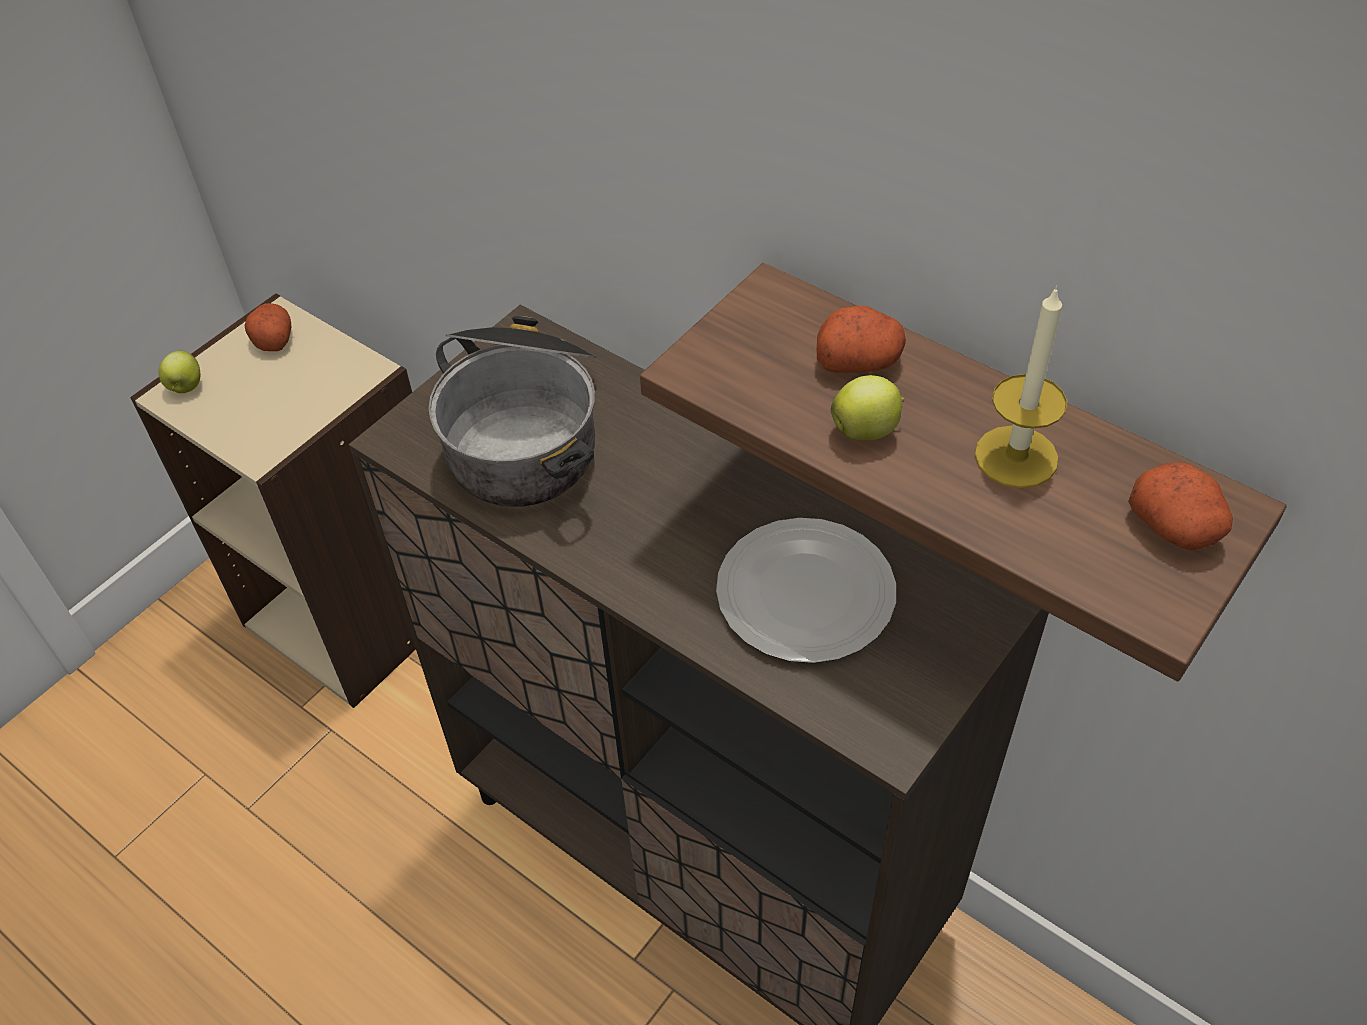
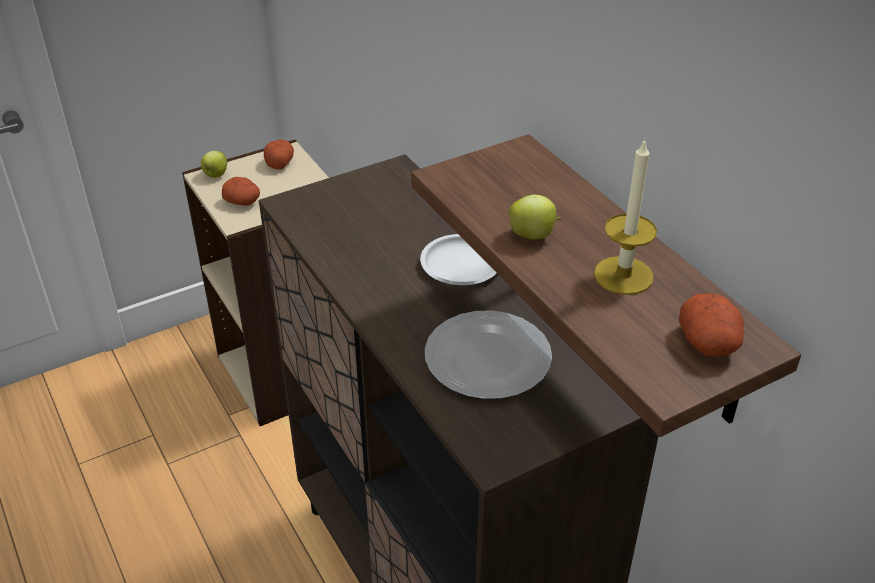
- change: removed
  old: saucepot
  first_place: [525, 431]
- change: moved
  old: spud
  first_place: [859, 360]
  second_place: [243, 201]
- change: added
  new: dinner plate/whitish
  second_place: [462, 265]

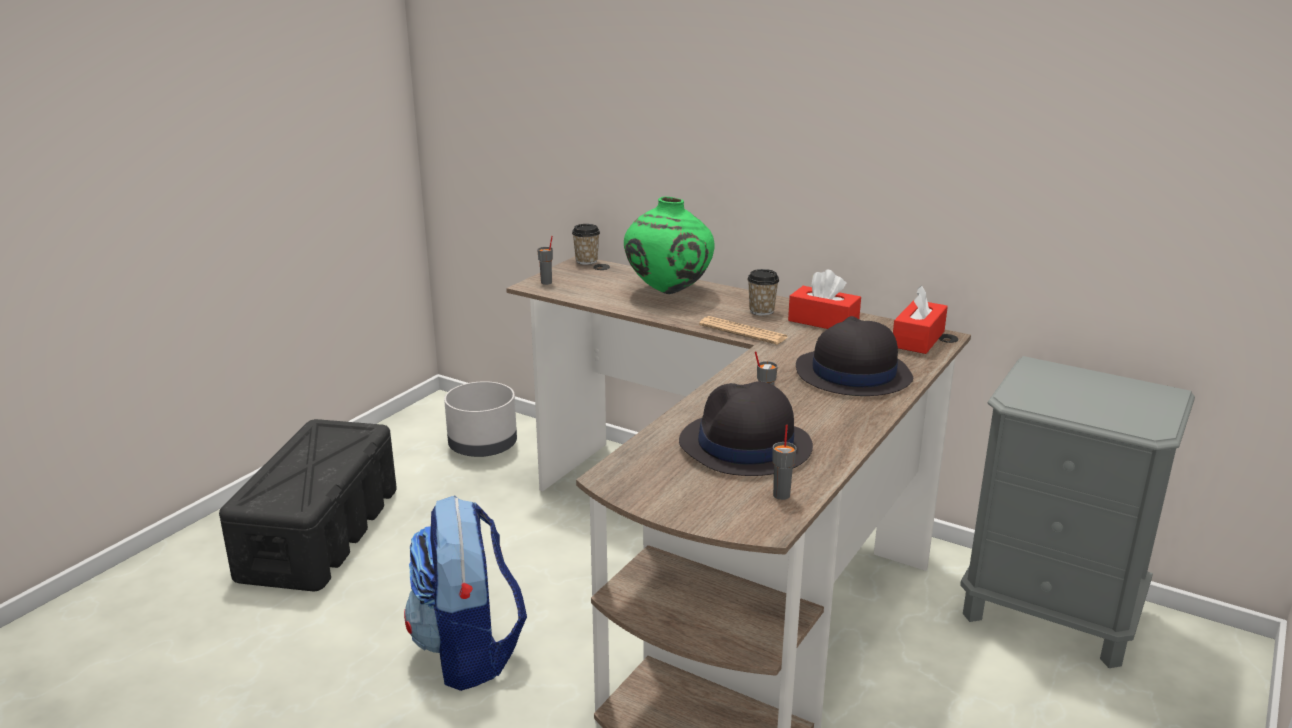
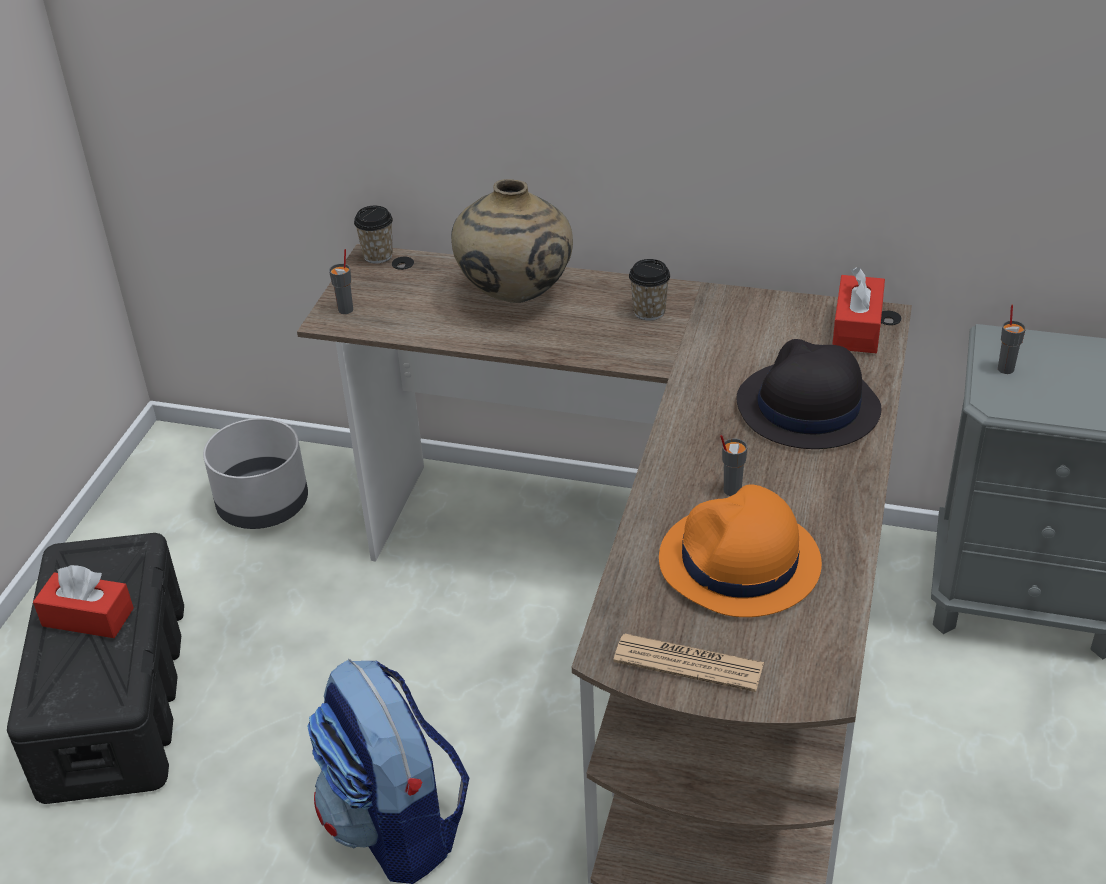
- change: recoloured
  old: decorative vase/green-coloured
  new: decorative vase/beige-coloured
  first_place: [668, 292]
  second_place: [515, 298]
- change: recoloured
  old: hat/black-coloured
  new: hat/orange
  first_place: [744, 446]
  second_place: [739, 563]
- change: moved
  old: newspaper
  first_place: [743, 332]
  second_place: [688, 663]
- change: moved
  old: small cup/gray
  first_place: [782, 495]
  second_place: [1006, 368]
- change: moved
  old: tissue holder/red
  first_place: [823, 321]
  second_place: [88, 617]

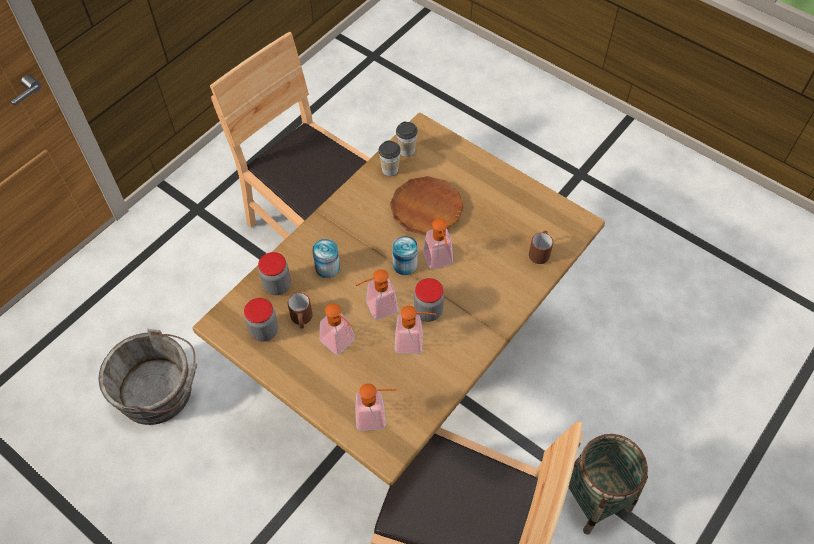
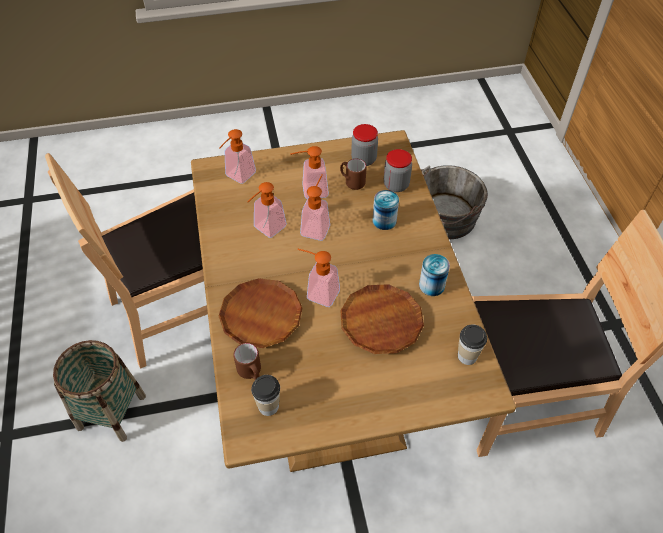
- change: moved
  old: small cup
  first_place: [390, 169]
  second_place: [268, 406]
- change: moved
  old: can
  first_place: [405, 264]
  second_place: [431, 285]
- change: removed
  old: storage jar
  first_place: [428, 311]
- change: added
  new: dinner plate/brownish
  second_place: [261, 316]

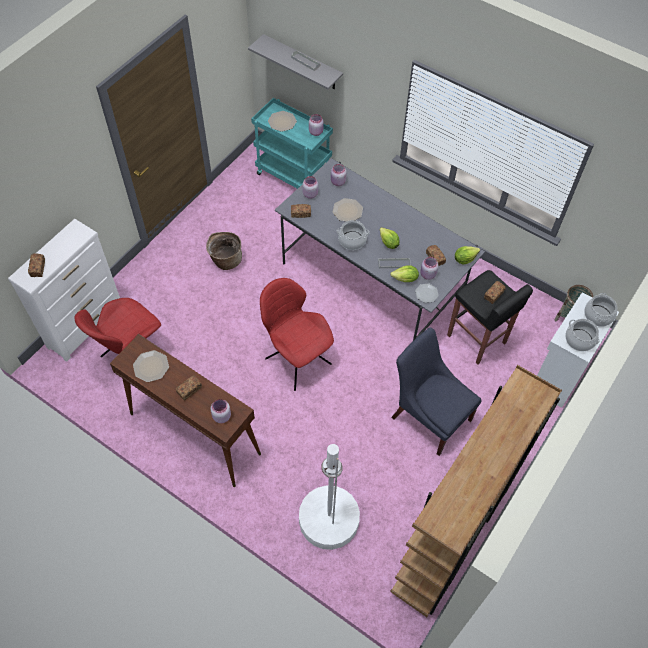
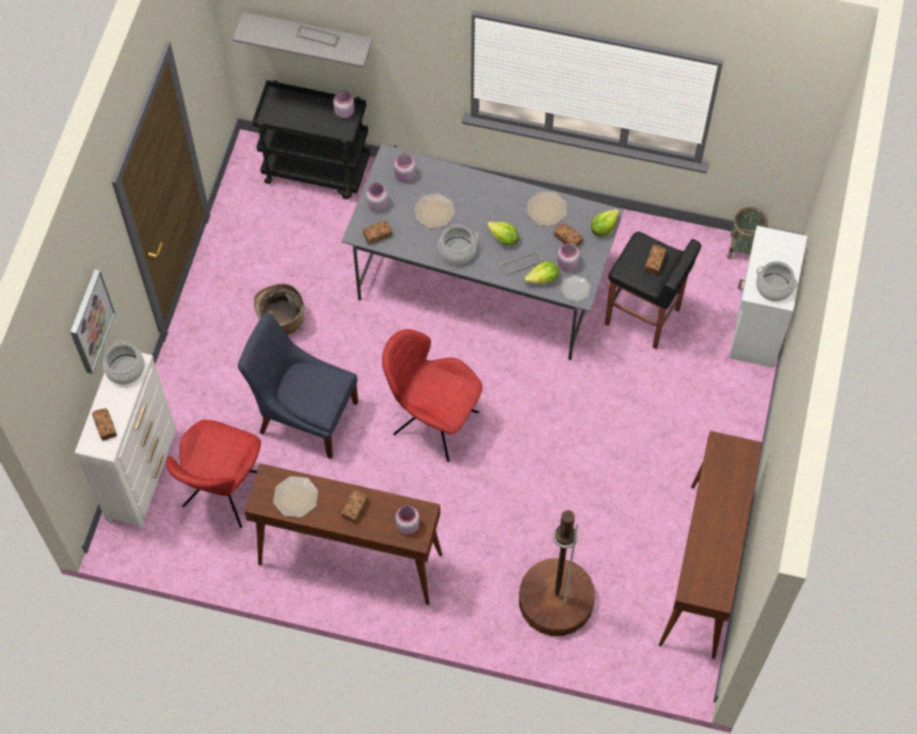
- change: recoloured
  old: cart/turquoise
  new: cart/black-coloured
  first_place: [294, 176]
  second_place: [317, 170]
- change: moved
  old: dinner plate
  first_place: [282, 121]
  second_place: [546, 209]
- change: recoloured
  old: standing lamp/whitish
  new: standing lamp/brownish
  first_place: [328, 519]
  second_place: [555, 600]
- change: replaced
  old: bookshelf/brownish
  new: hall table/brownish
  first_place: [450, 539]
  second_place: [702, 571]
- change: moved
  old: chair/blue-coloured
  first_place: [429, 415]
  second_place: [305, 414]
- change: moved
  old: saucepot
  first_place: [598, 315]
  second_place: [125, 369]
- change: added
  new: wall art
  second_place: [90, 321]

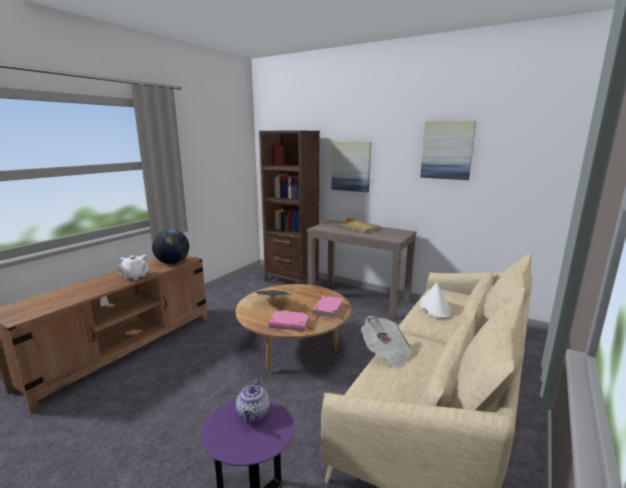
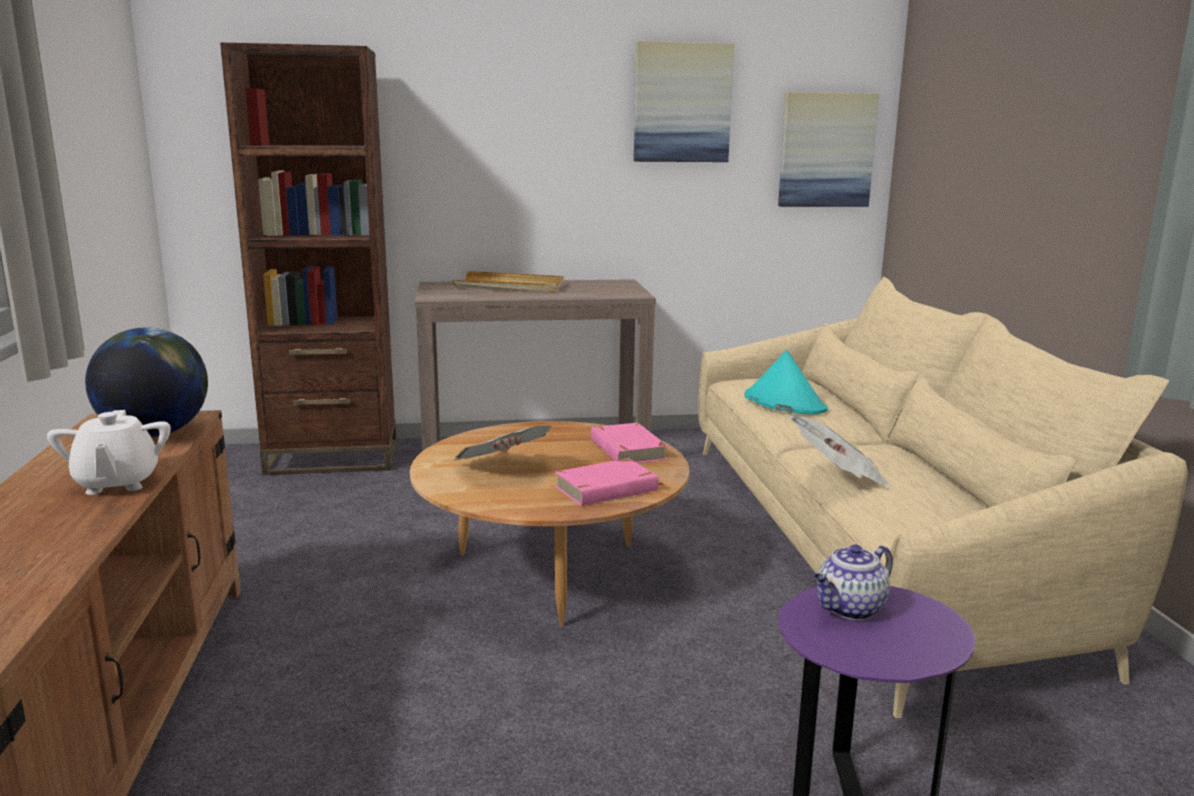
- change: turned
  old: teapot
  first_place: [253, 415]
  second_place: [850, 609]
  degrees: 90
- change: moved
  old: wall art
  first_place: [351, 166]
  second_place: [826, 150]
- change: recoloured
  old: hat/whitish
  new: hat/turquoise
  first_place: [434, 307]
  second_place: [784, 403]

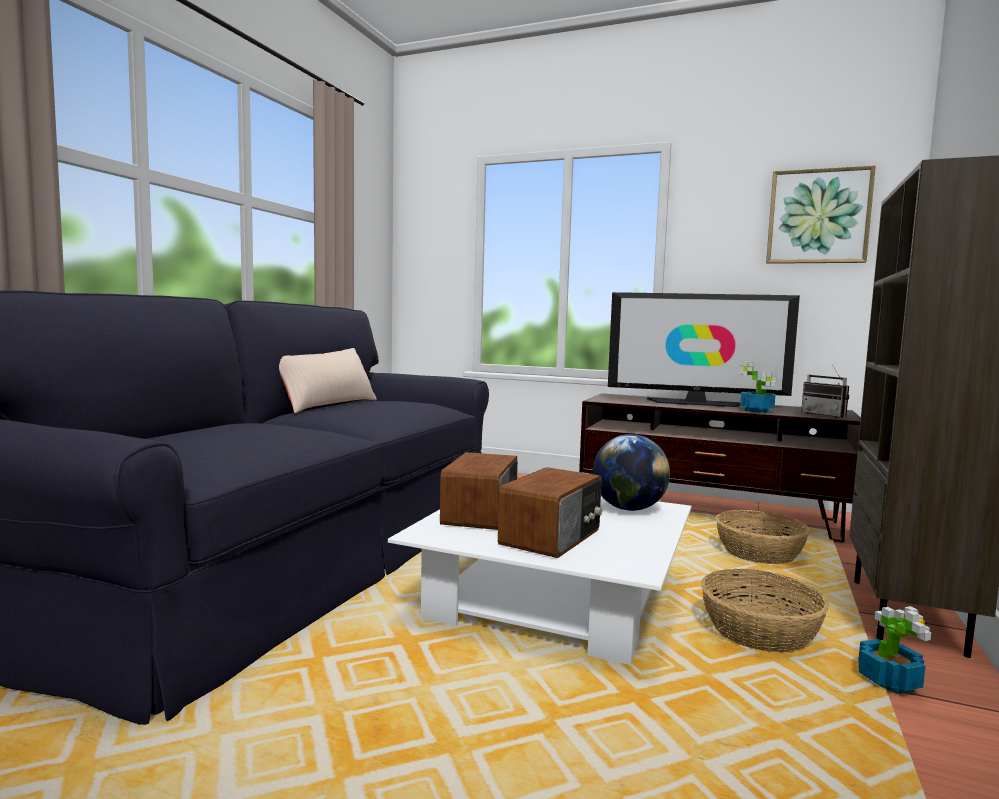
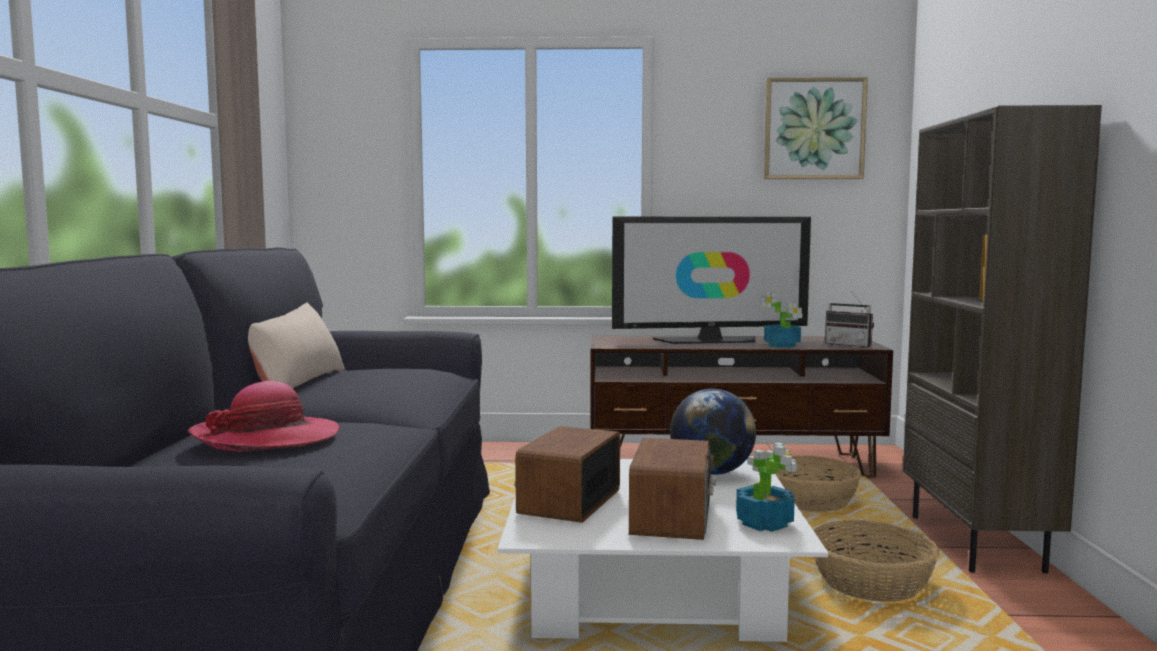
- change: turned
  old: radio
  first_place: [482, 514]
  second_place: [568, 501]
  degrees: -150
- change: moved
  old: plant in a pot
  first_place: [888, 681]
  second_place: [764, 523]
- change: added
  new: hat
  second_place: [266, 438]

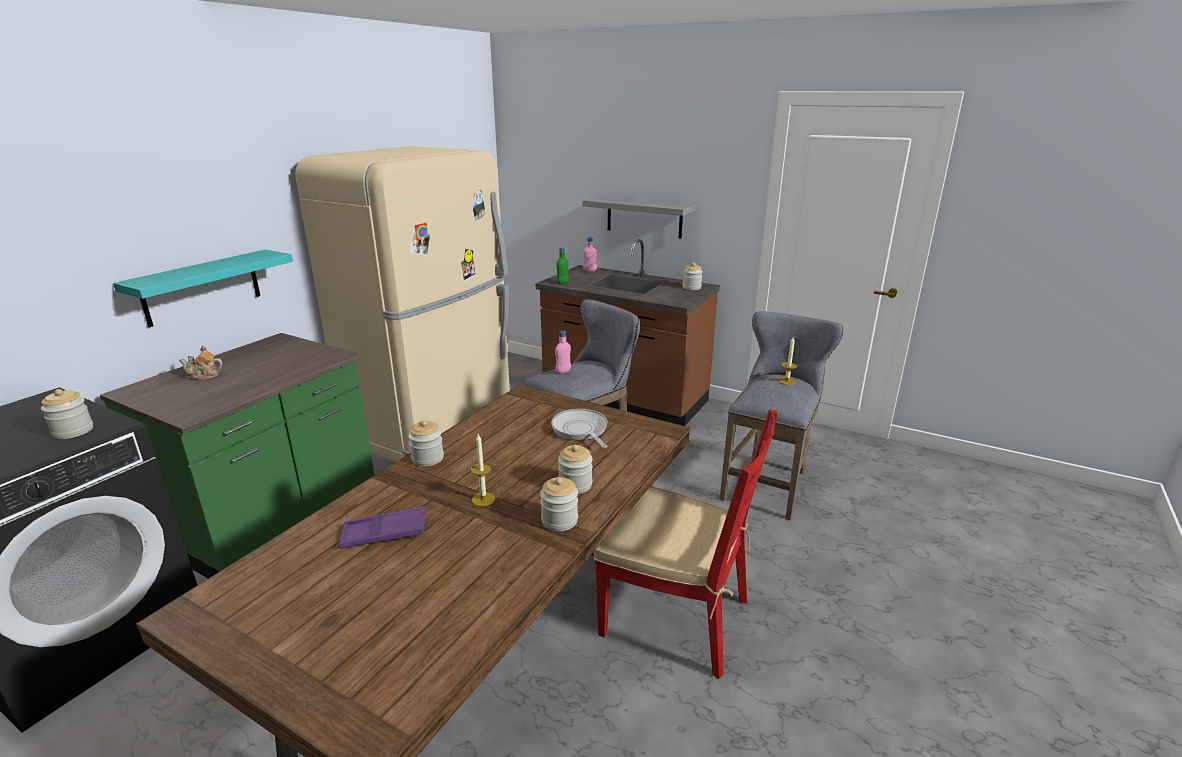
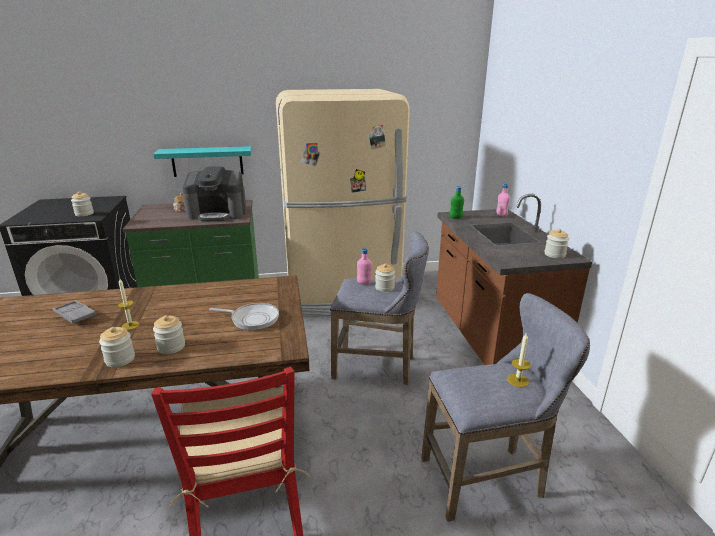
- change: recoloured
  old: tray/purple
  new: tray/gray
  first_place: [384, 533]
  second_place: [75, 315]
- change: moved
  old: storage jar
  first_place: [428, 458]
  second_place: [384, 287]
- change: turned
  old: frying pan
  first_place: [580, 430]
  second_place: [252, 319]
  degrees: 75
- change: removed
  old: wall shelf/gray
  first_place: [644, 217]
- change: added
  new: coffee maker
  second_place: [218, 214]

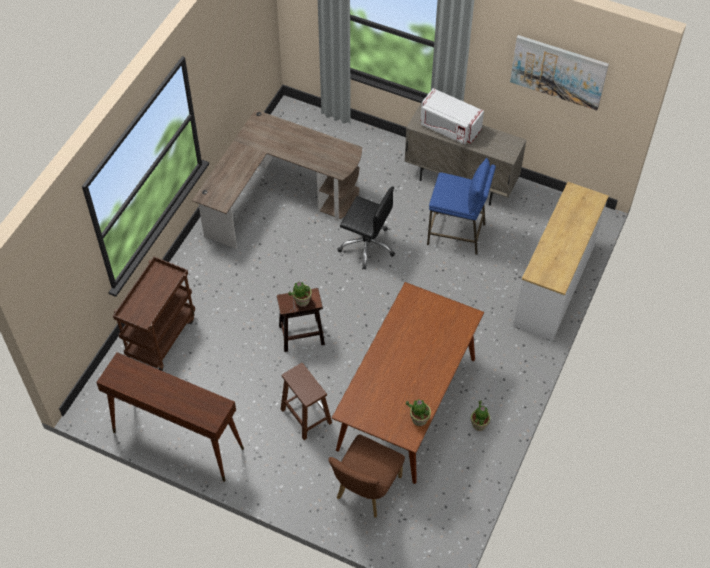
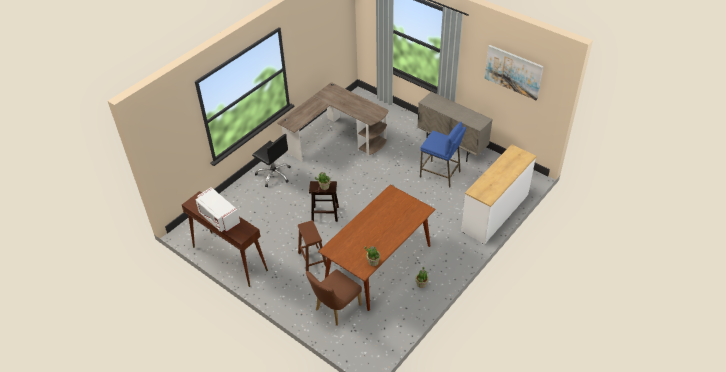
- change: removed
  old: cart/brownish
  first_place: [161, 336]
- change: moved
  old: desk chair/black-coloured
  first_place: [367, 246]
  second_place: [274, 174]
- change: moved
  old: microwave oven/whitish
  first_place: [449, 127]
  second_place: [219, 218]

